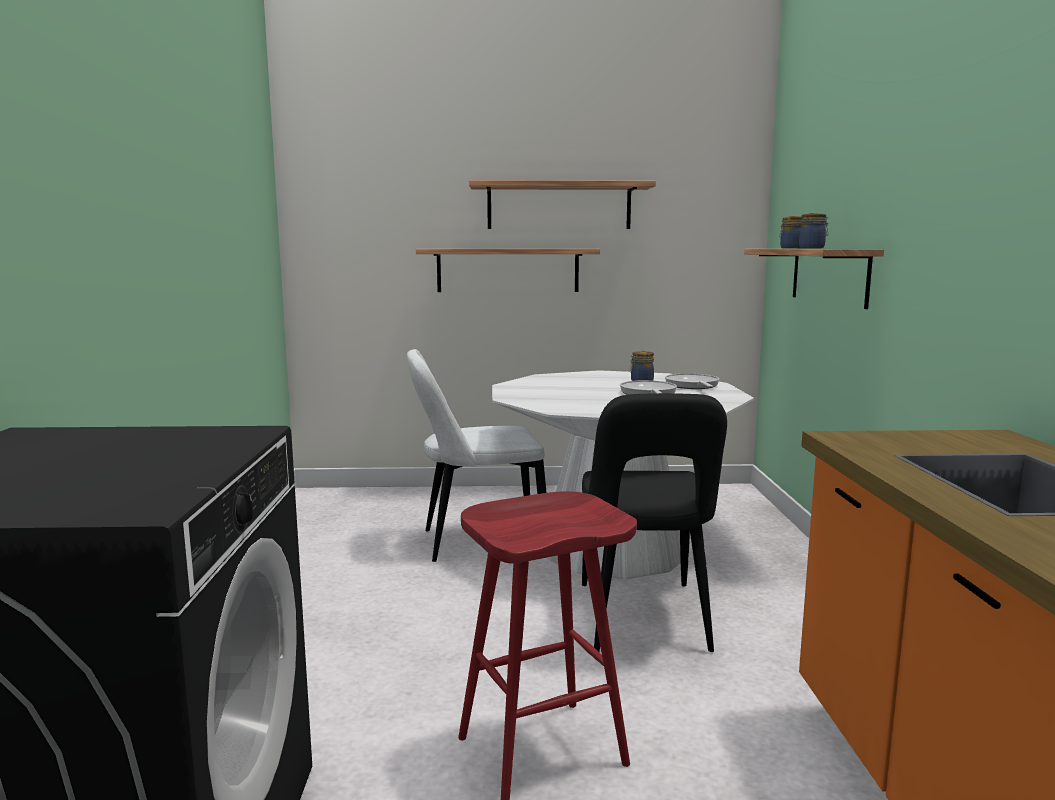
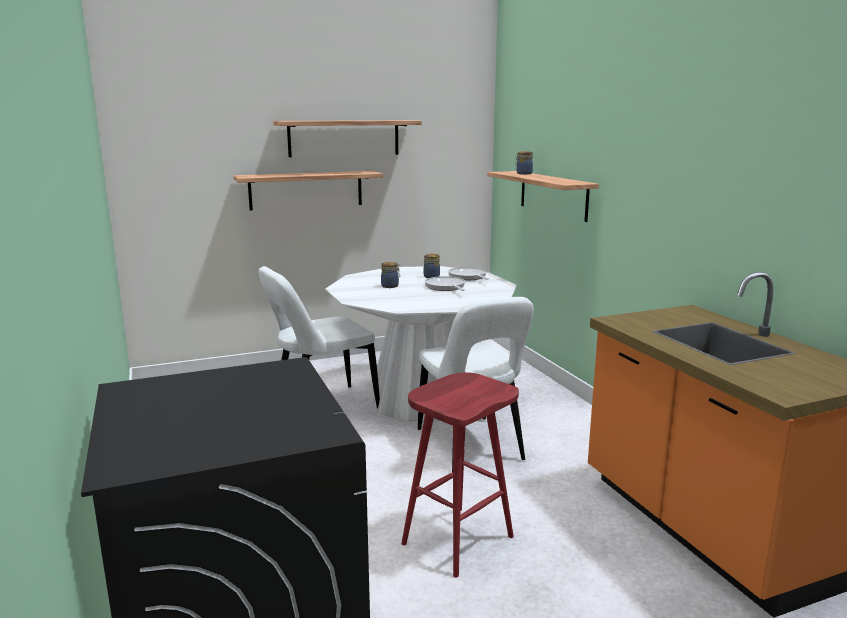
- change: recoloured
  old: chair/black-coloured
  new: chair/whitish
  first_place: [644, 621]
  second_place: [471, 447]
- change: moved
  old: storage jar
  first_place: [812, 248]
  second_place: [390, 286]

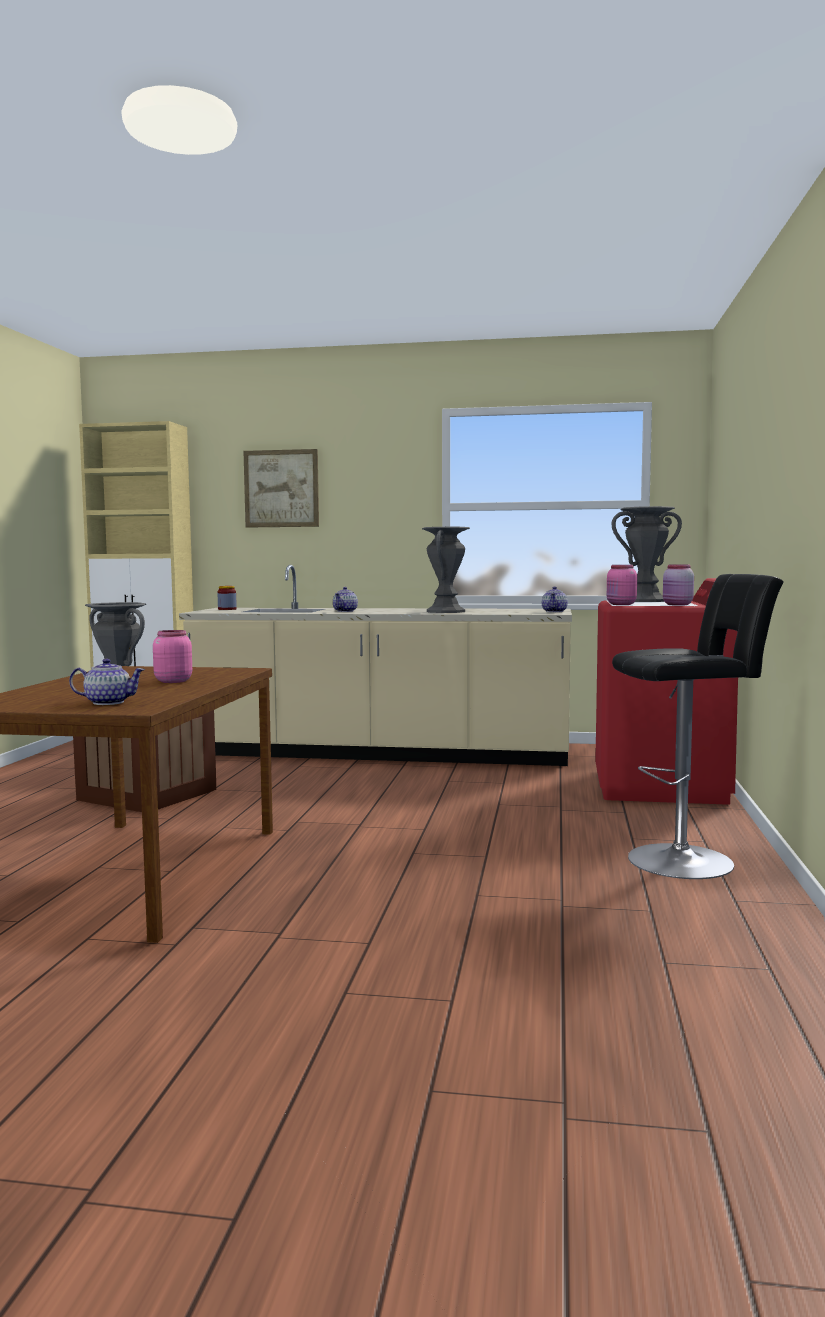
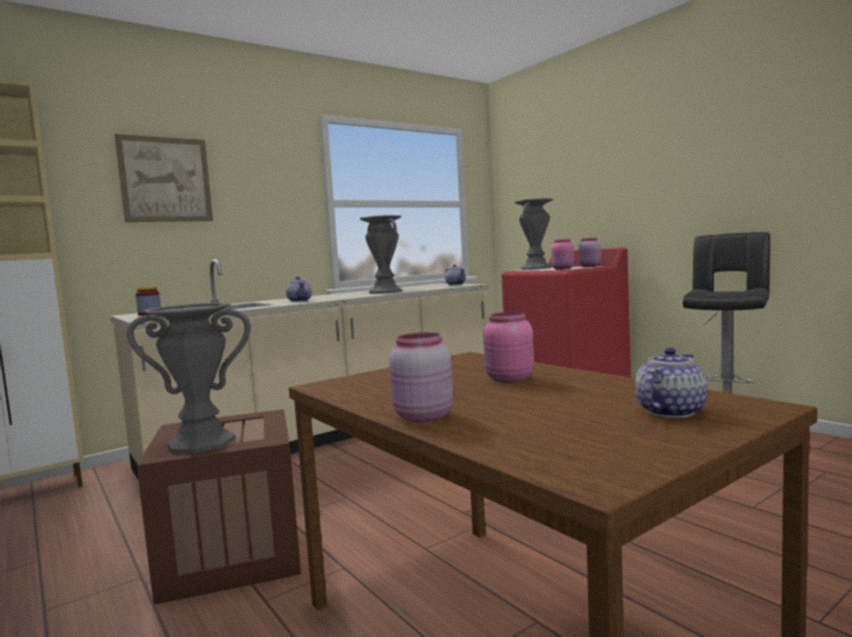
- change: added
  new: storage jar/pink-coloured
  second_place: [421, 417]

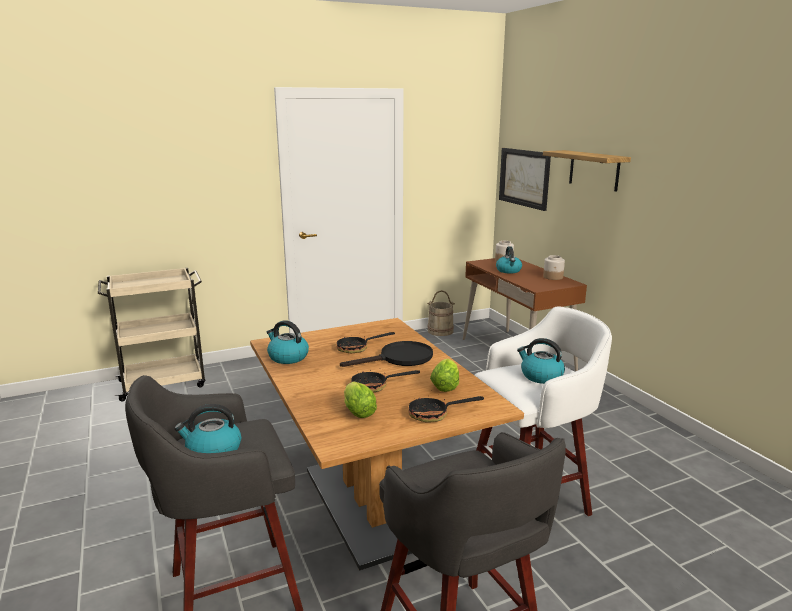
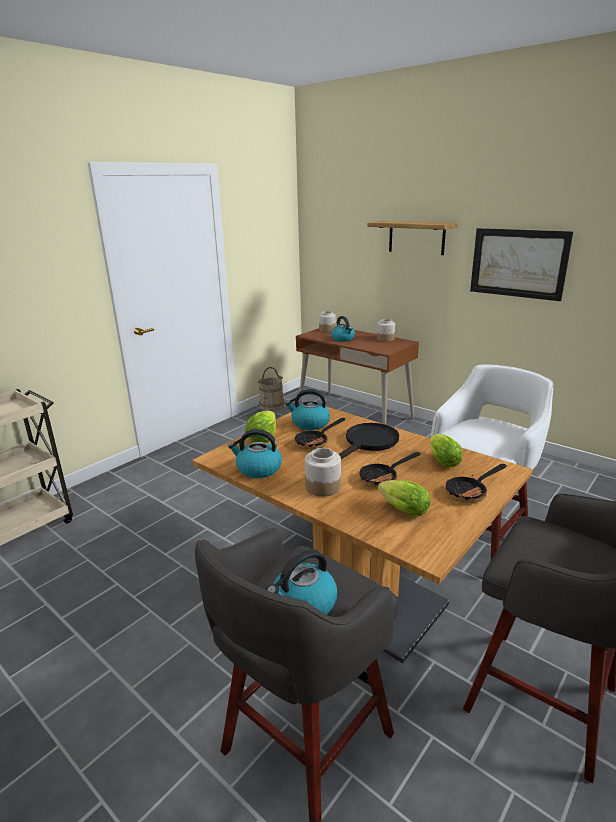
- change: moved
  old: wall art
  first_place: [524, 177]
  second_place: [518, 263]
- change: moved
  old: kettle
  first_place: [540, 376]
  second_place: [309, 423]
- change: added
  new: lettuce
  second_place: [263, 438]
- change: added
  new: storage jar
  second_place: [323, 486]

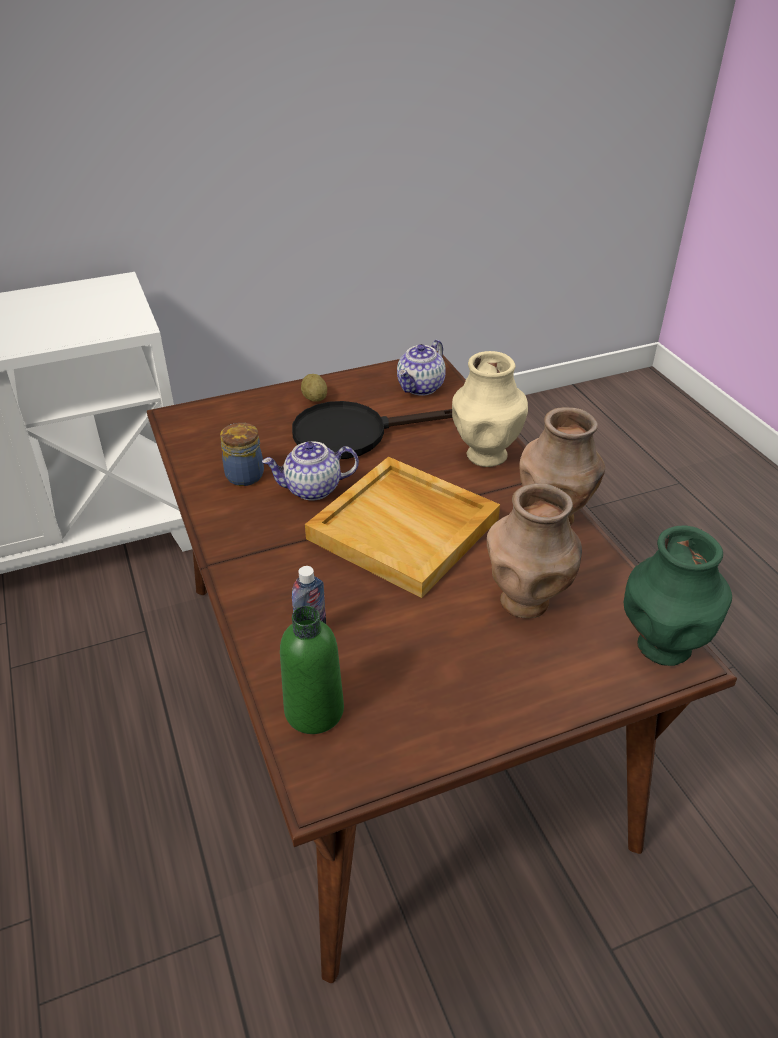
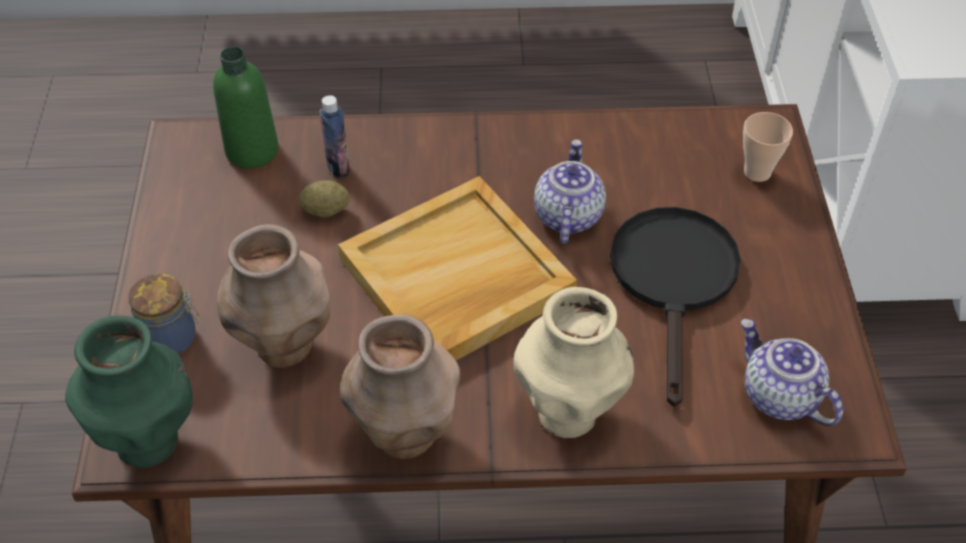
- change: moved
  old: storage jar
  first_place: [244, 474]
  second_place: [173, 338]
- change: moved
  old: spud
  first_place: [315, 398]
  second_place: [326, 210]
- change: added
  new: small cup
  second_place: [757, 172]

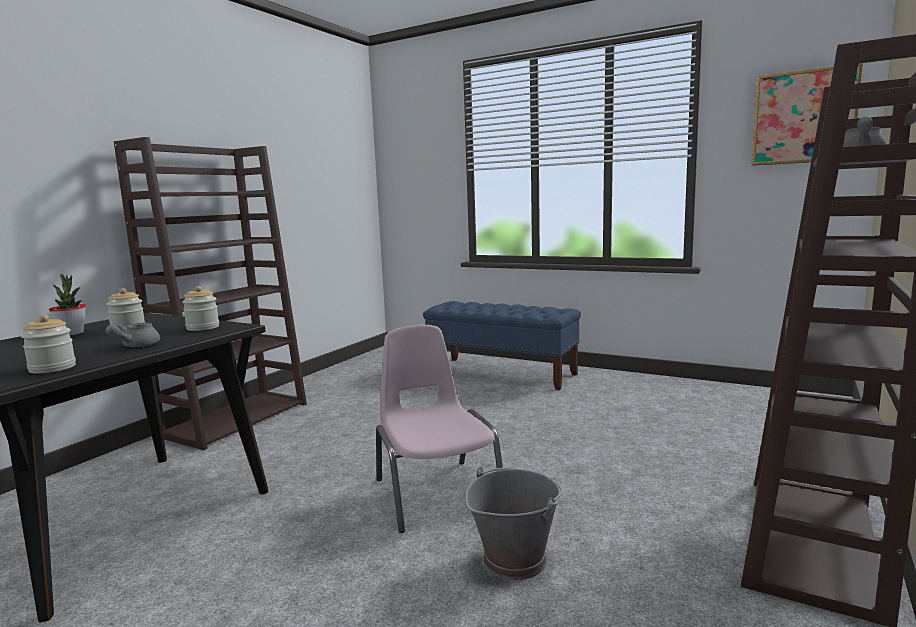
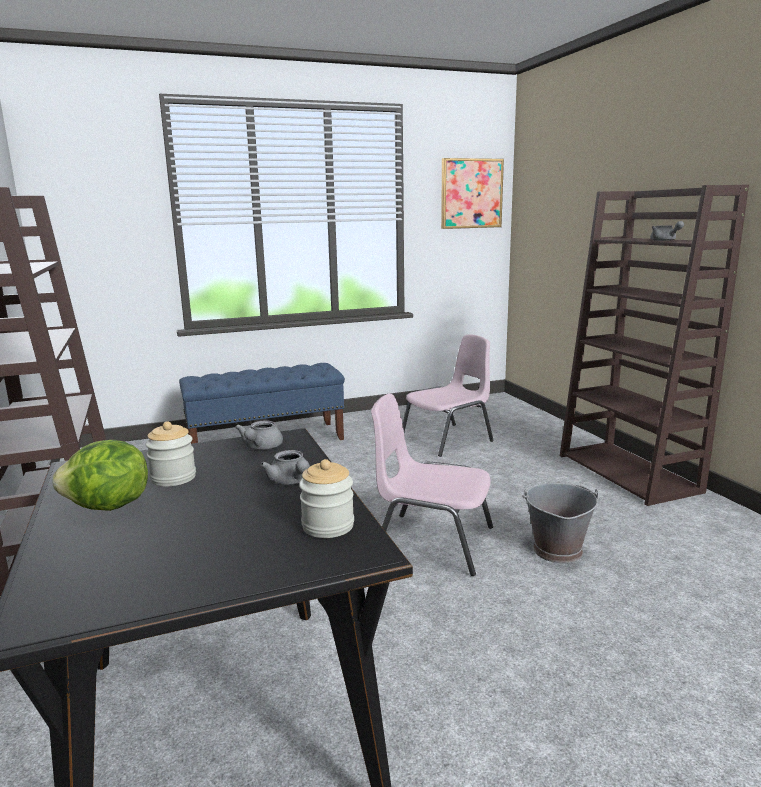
- change: replaced
  old: plant in a pot
  new: lettuce
  first_place: [72, 333]
  second_place: [108, 507]
- change: replaced
  old: storage jar
  new: teapot/gray
  first_place: [203, 327]
  second_place: [260, 448]
- change: added
  new: chair/pink-coloured
  second_place: [448, 439]

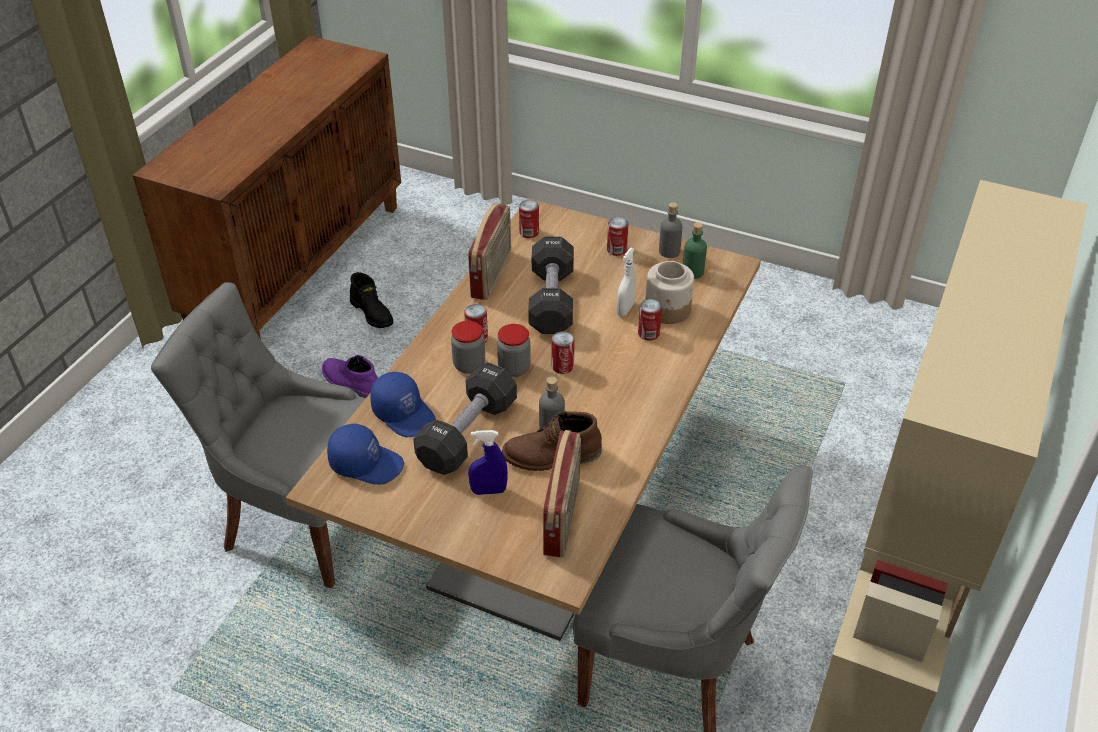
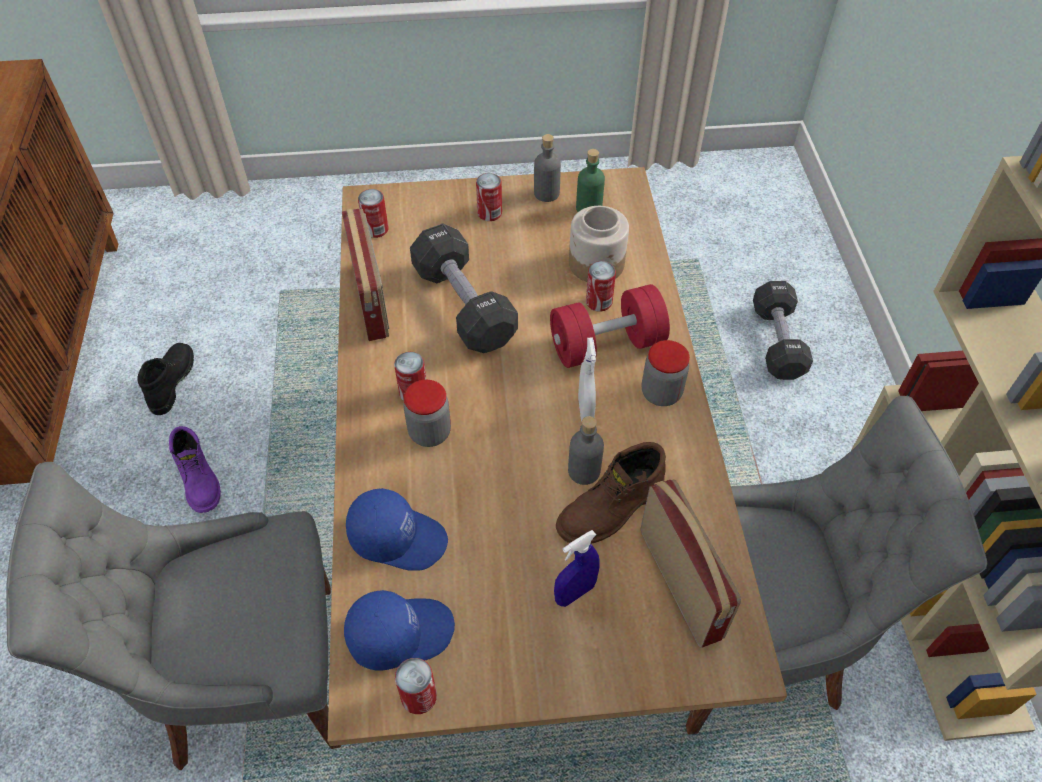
- change: turned
  old: tall boot/purple
  first_place: [351, 384]
  second_place: [200, 480]
  degrees: -120
- change: turned
  old: tall boot/black-coloured
  first_place: [373, 313]
  second_place: [171, 382]
  degrees: -105
- change: moved
  old: hand weight/black-coloured
  first_place: [467, 434]
  second_place: [777, 342]
- change: moved
  old: storage jar
  first_place: [514, 368]
  second_place: [661, 393]
- change: moved
  old: can
  first_place: [562, 366]
  second_place: [419, 697]
- change: moved
  old: sprayer/whitish
  first_place: [625, 309]
  second_place: [585, 410]
- change: added
  new: hand weight/red
  second_place: [607, 345]

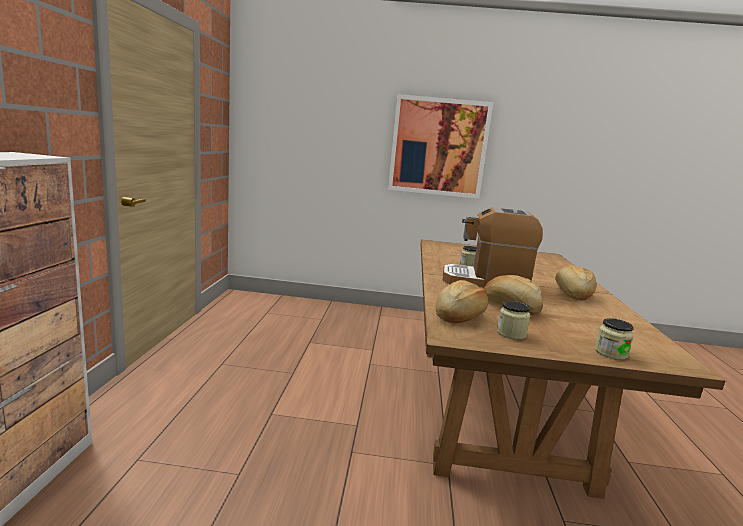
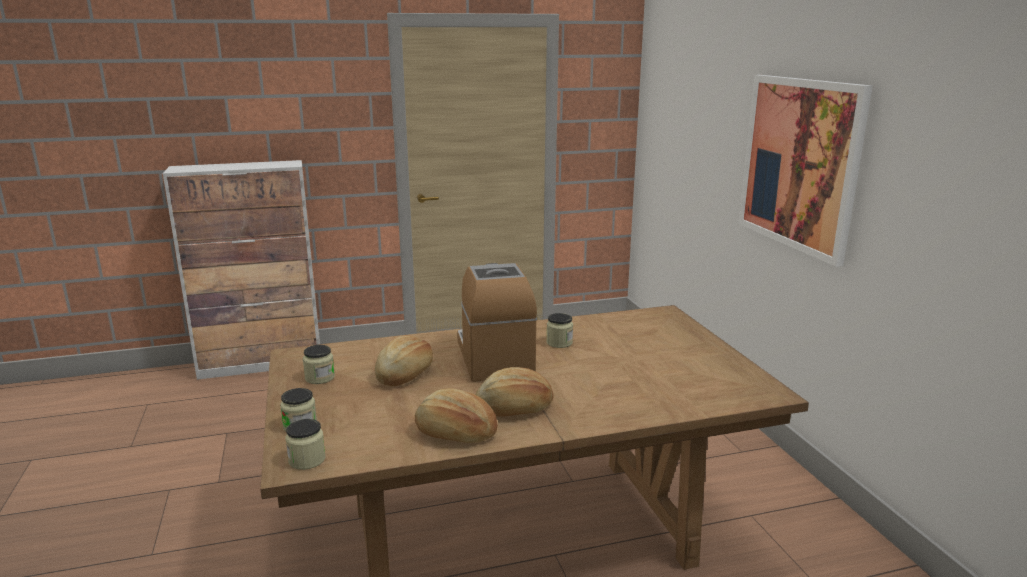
- change: moved
  old: bakery bread
  first_place: [459, 316]
  second_place: [455, 433]
- change: added
  new: storage jar
  second_place: [307, 460]

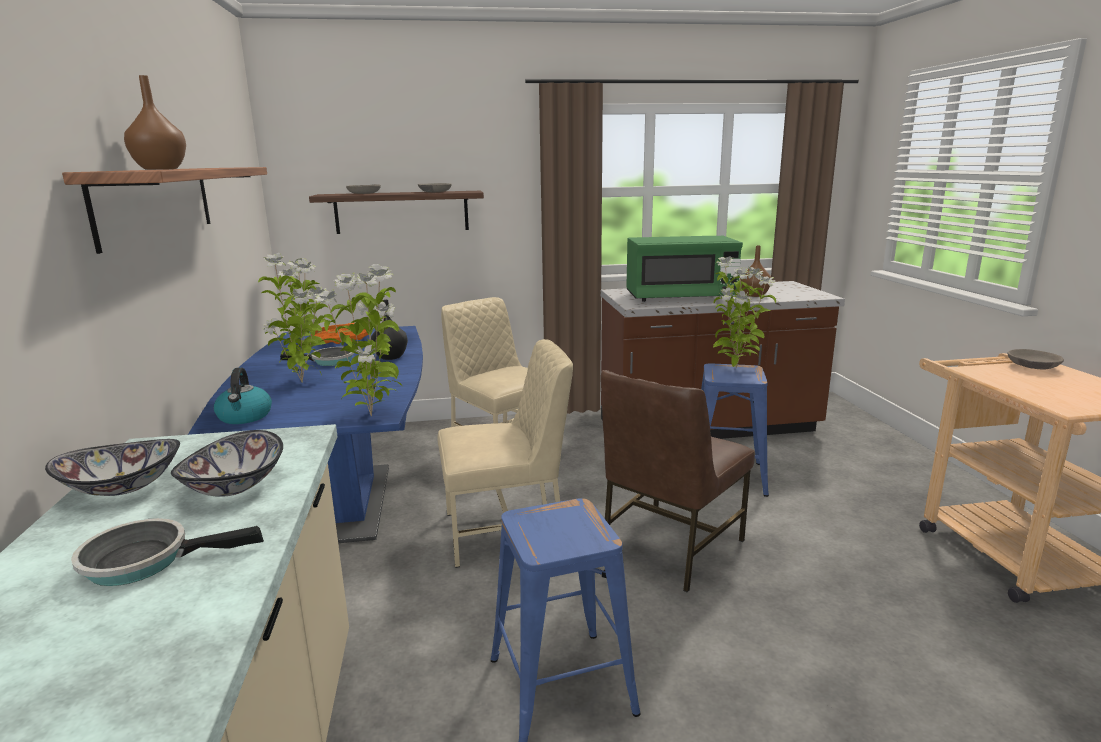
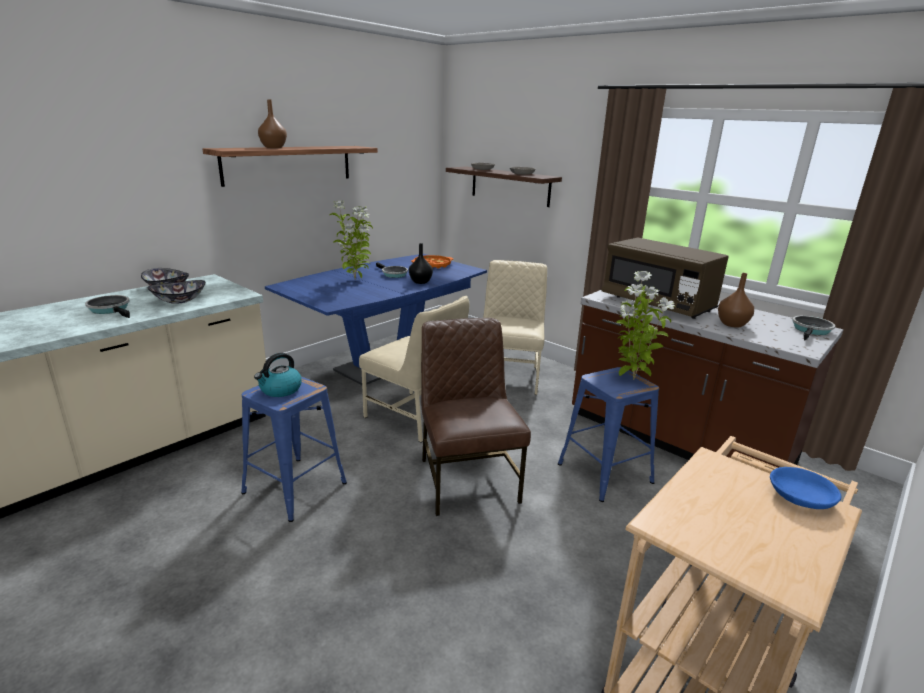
- change: moved
  old: kettle
  first_place: [245, 417]
  second_place: [280, 390]
- change: removed
  old: plant in a pot
  first_place: [372, 415]
- change: turned
  old: chair/brownish
  first_place: [669, 548]
  second_place: [467, 479]
  degrees: 75
- change: recoloured
  old: microwave oven/green-coloured
  new: microwave oven/brownish
  first_place: [680, 297]
  second_place: [657, 304]
- change: recoloured
  old: bowl/gray
  new: bowl/blue-coloured
  first_place: [1032, 366]
  second_place: [799, 496]
- change: added
  new: frying pan
  second_place: [811, 330]

